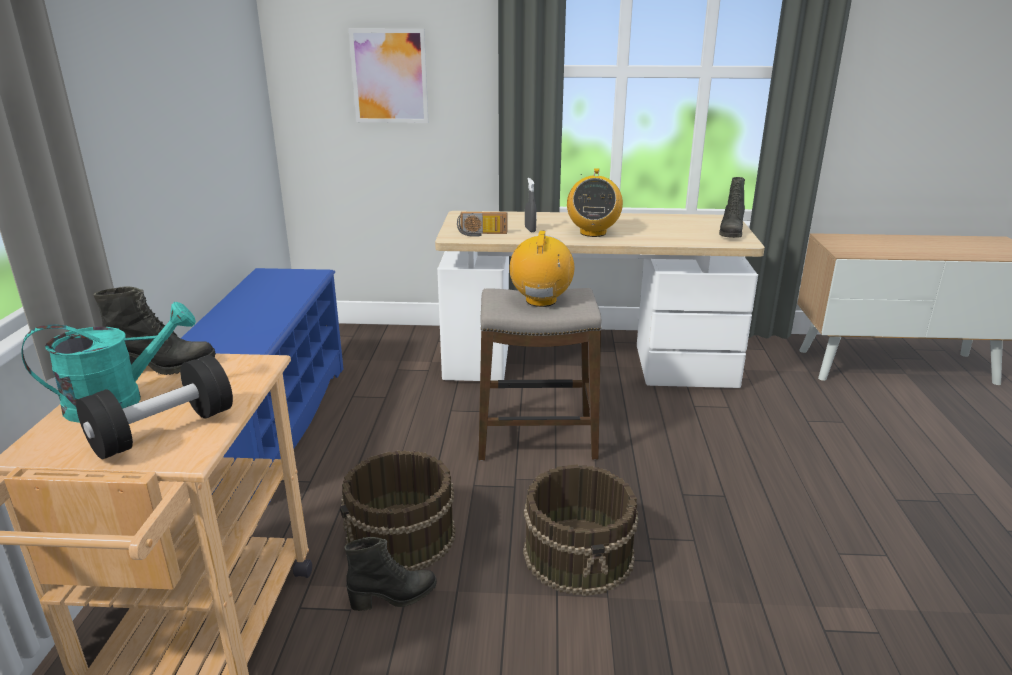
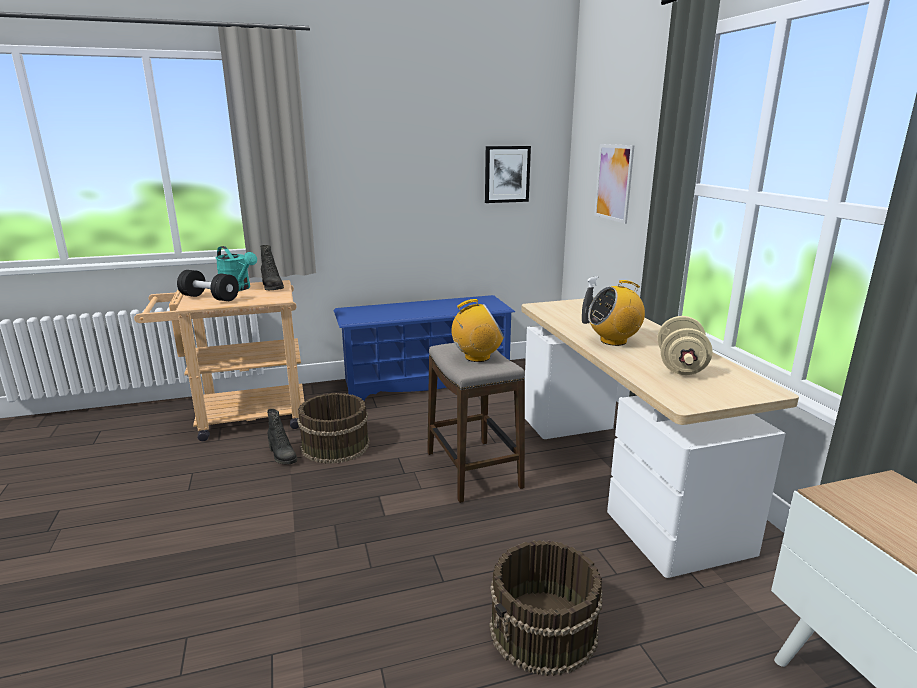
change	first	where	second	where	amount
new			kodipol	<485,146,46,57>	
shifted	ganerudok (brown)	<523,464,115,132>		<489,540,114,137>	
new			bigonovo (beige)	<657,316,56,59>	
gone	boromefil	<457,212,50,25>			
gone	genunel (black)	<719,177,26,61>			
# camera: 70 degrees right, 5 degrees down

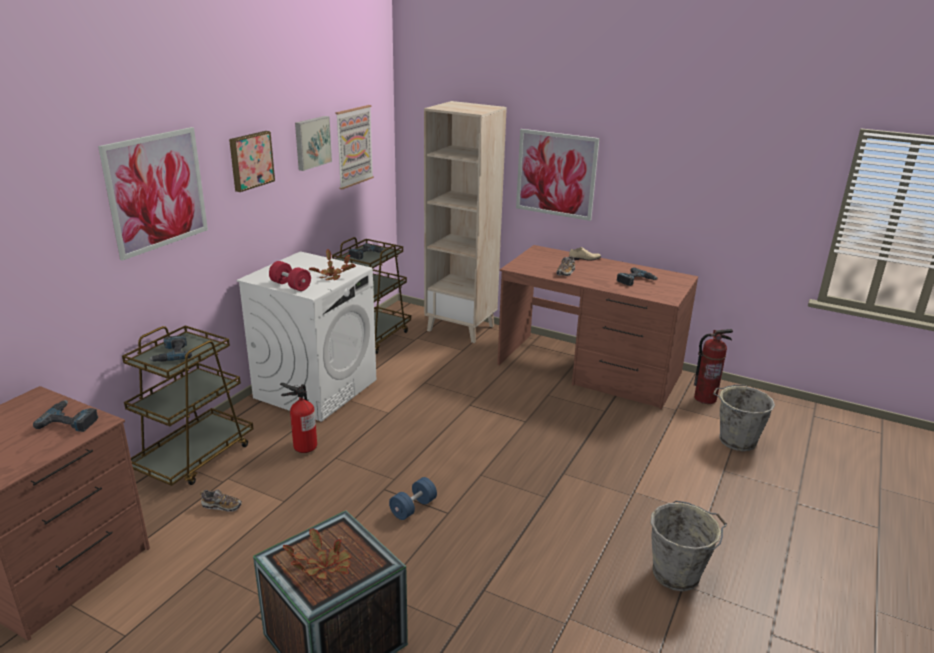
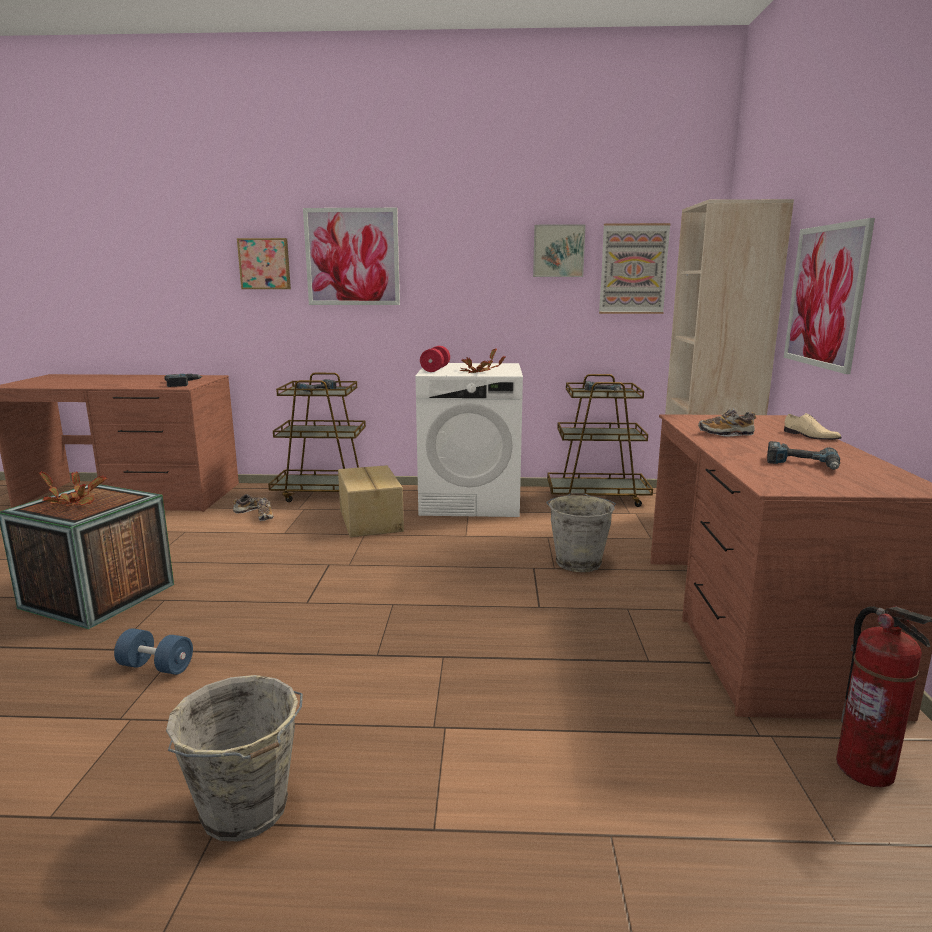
change	first	where	second	where	amount
shifted	bigonovo (blue)	<389,477,48,43>		<114,628,79,47>	
new			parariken	<233,494,32,20>	
shifted	kodipol	<229,131,46,61>		<237,238,54,51>	
swapped	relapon	<280,383,37,70>	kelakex	<338,465,66,72>	
shifted	ganerudok (grey)	<713,385,62,66>		<546,493,70,79>	
# camera: 65 degrees right, 10 degrees down

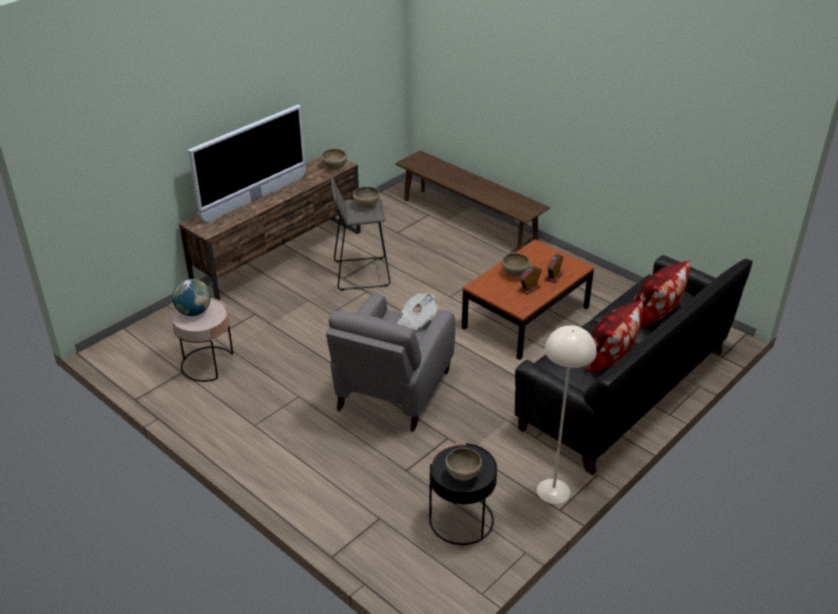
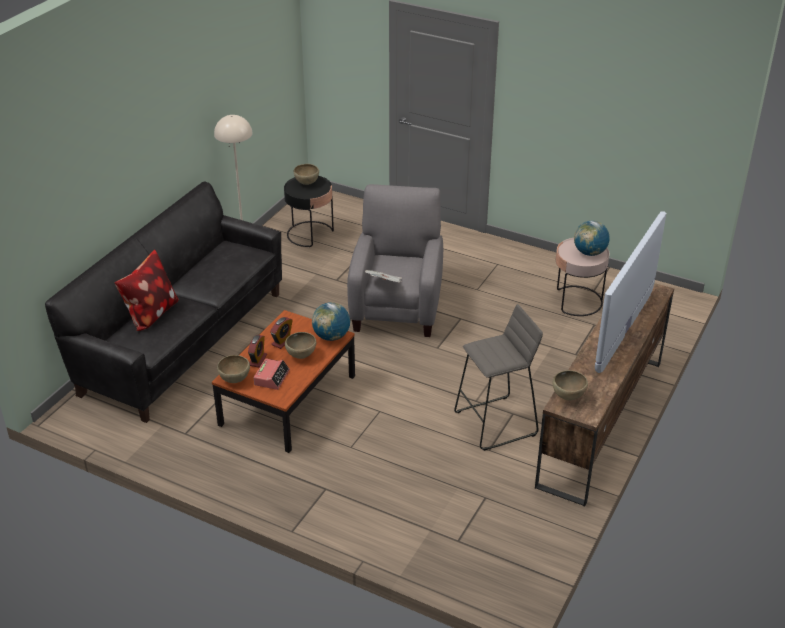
change	first	where	second	where	amount
shifted	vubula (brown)	<353,187,27,21>		<217,355,33,28>	
new			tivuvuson	<254,358,36,32>	
new			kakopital	<312,302,38,39>	
gone	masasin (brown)	<395,150,155,101>			
gone	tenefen	<584,301,59,71>			
# camera: 165 degrees right, 0 degrees up

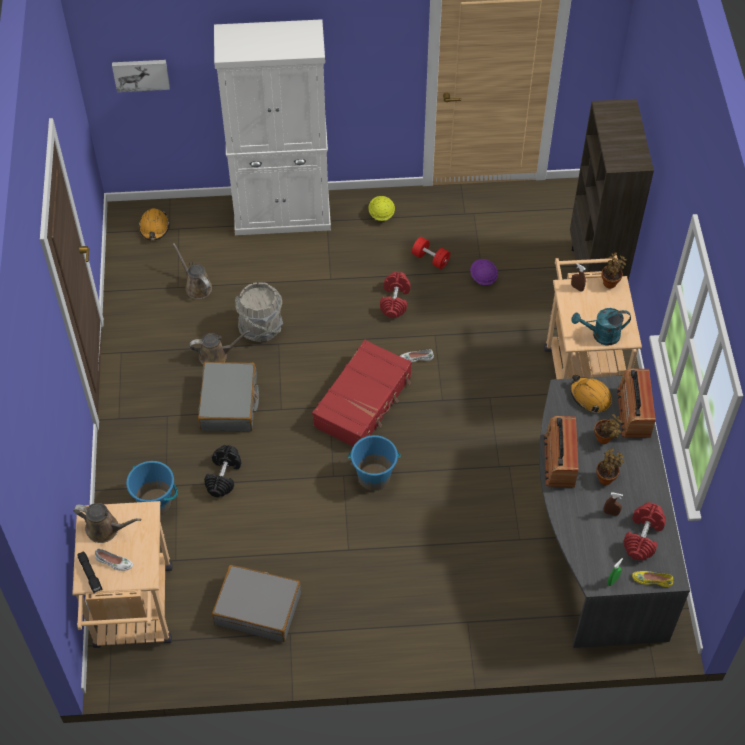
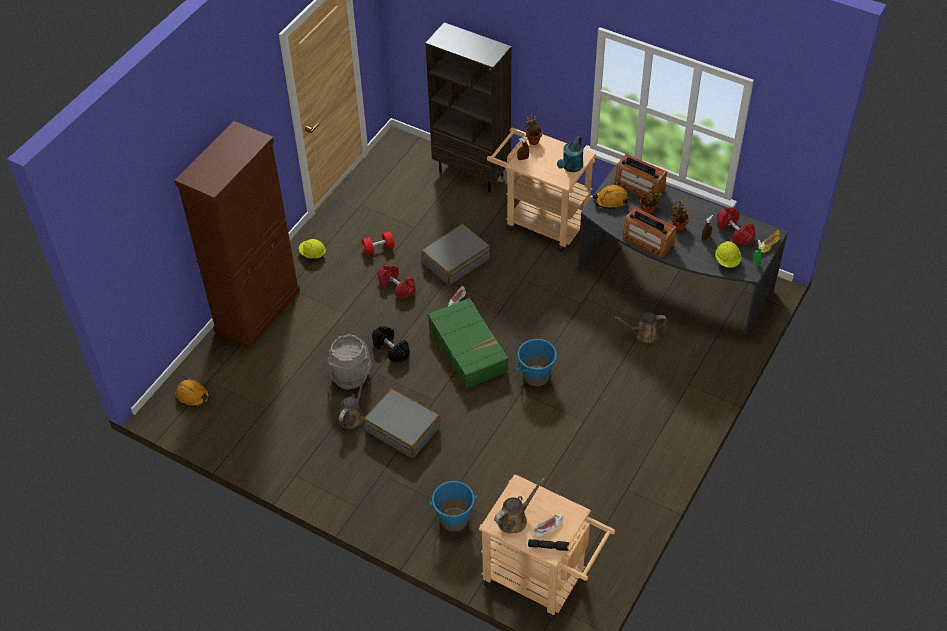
change	first	where	second	where	amount
repainted	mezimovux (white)	<214,19,117,216>	mezimovux (brown)	<174,121,126,228>	
shifted	bigonovo (black)	<204,445,37,52>		<372,326,38,37>	
shifted	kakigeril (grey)	<212,565,89,77>		<421,224,69,62>	
repainted	kakigeril (red)	<312,340,100,106>	kakigeril (green)	<428,298,81,91>	
shifted	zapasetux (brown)	<173,243,39,56>		<615,312,52,31>	
new			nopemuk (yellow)	<715,241,26,27>	
gone	kodipol	<112,60,58,32>			
gone	nopemuk (purple)	<470,259,28,26>			
# camera: 55 degrees left, 5 degrees down

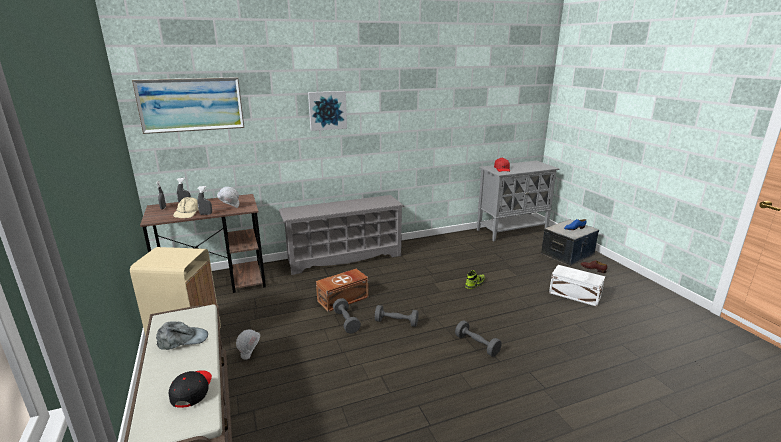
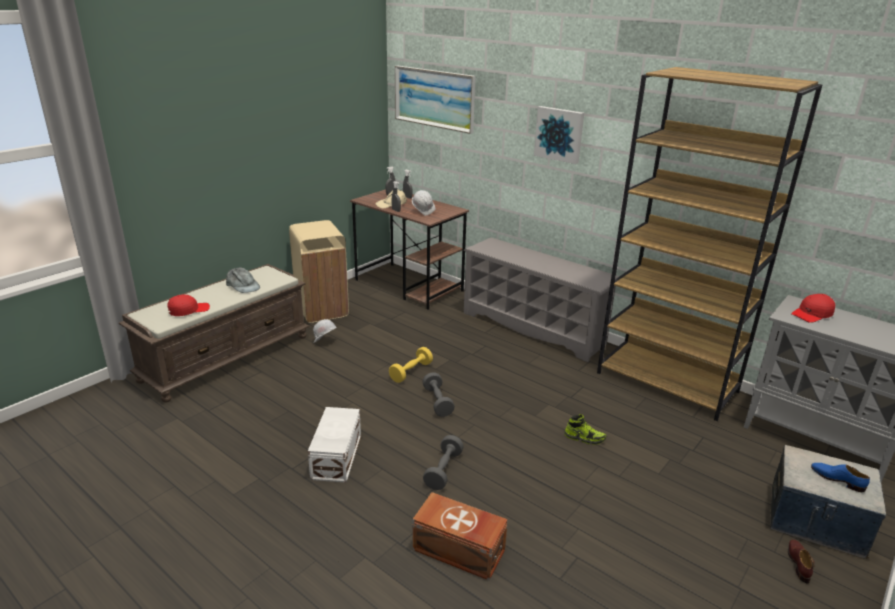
change	first	where	second	where	amount
repainted	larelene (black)	<169,370,43,38>	larelene (red)	<167,294,43,22>	
shifted	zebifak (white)	<549,265,56,42>		<308,407,53,76>	
repainted	bigonovo (grey)	<333,298,28,36>	bigonovo (yellow)	<389,347,44,36>	
shifted	zebifak (brown)	<316,269,53,43>		<413,492,95,89>	
new			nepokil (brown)	<597,67,225,354>	
# camera: 60 degrees right, 5 degrees up

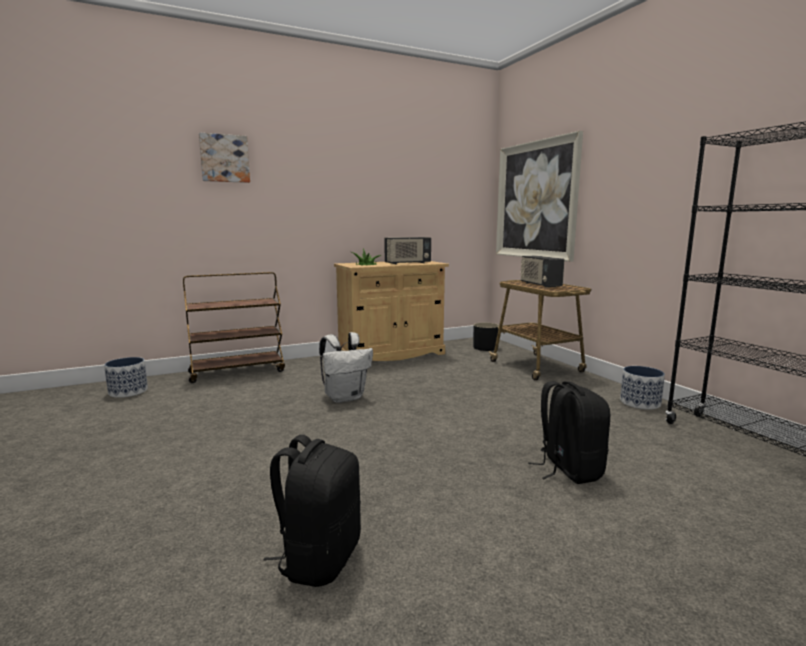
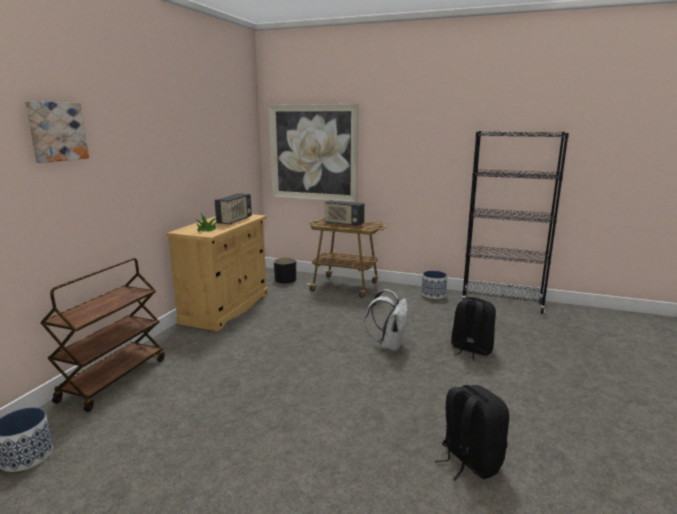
change	first	where	second	where	amount
shifted	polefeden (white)	<319,332,54,71>		<364,289,44,63>	
# camera: 45 degrees left, 5 degrees up

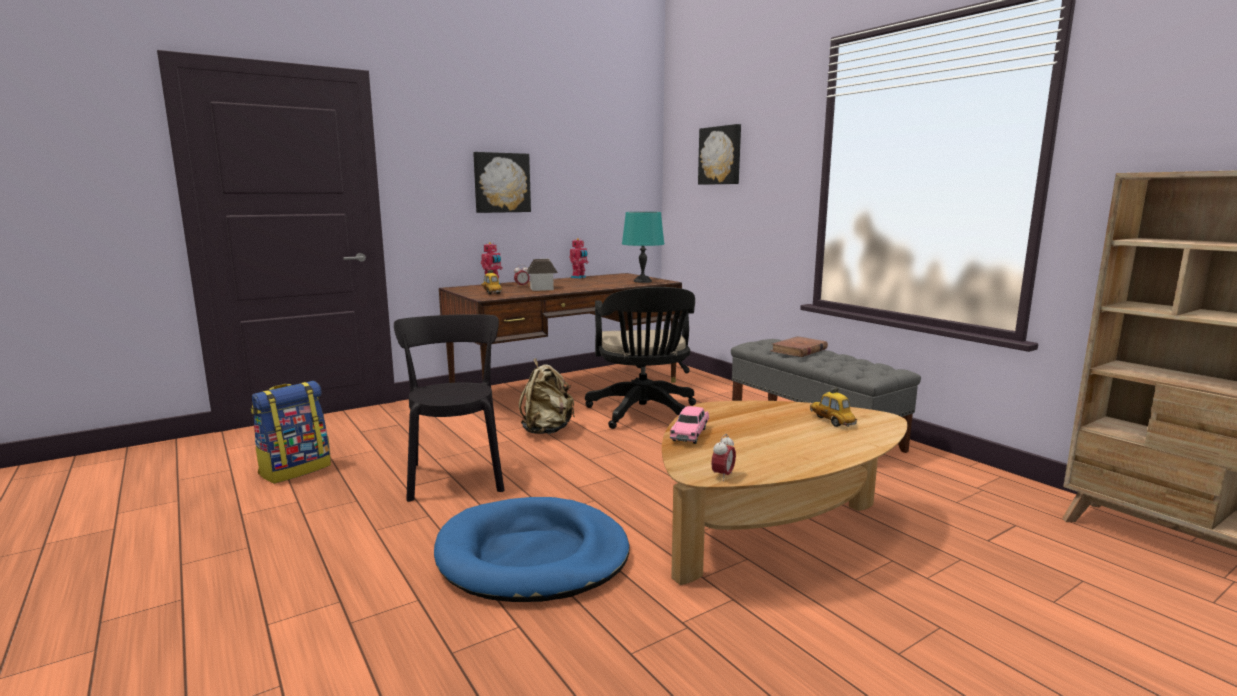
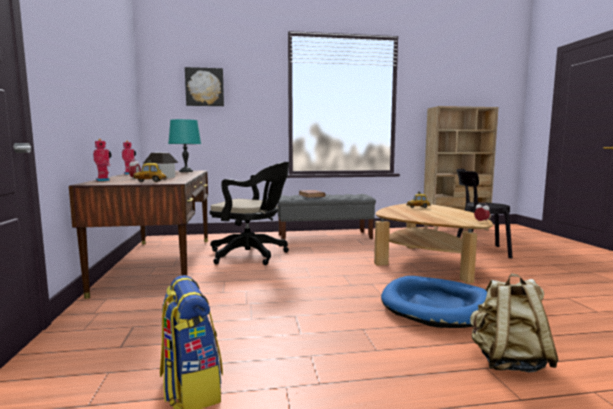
change	first	where	second	where	amount
shifted	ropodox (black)	<394,314,110,188>		<456,169,57,90>	
shifted	polefeden (beige)	<519,358,56,76>		<470,273,89,99>	
gone	kodipol	<473,152,58,61>			
gone	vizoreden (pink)	<670,406,39,38>			
# camera: 65 degrees left, 5 degrees down

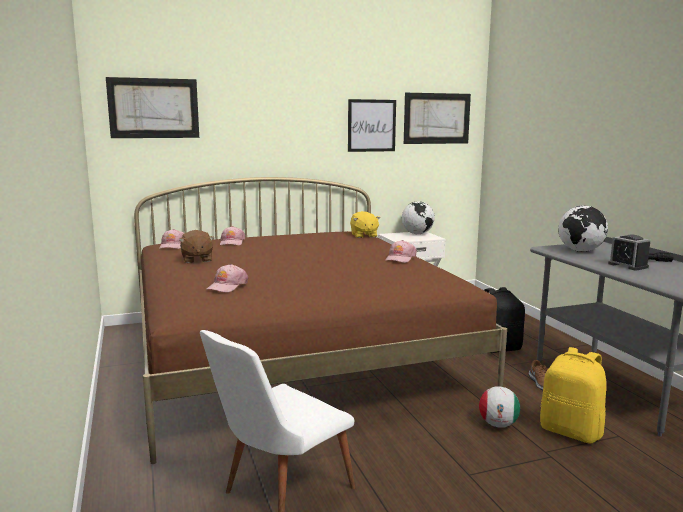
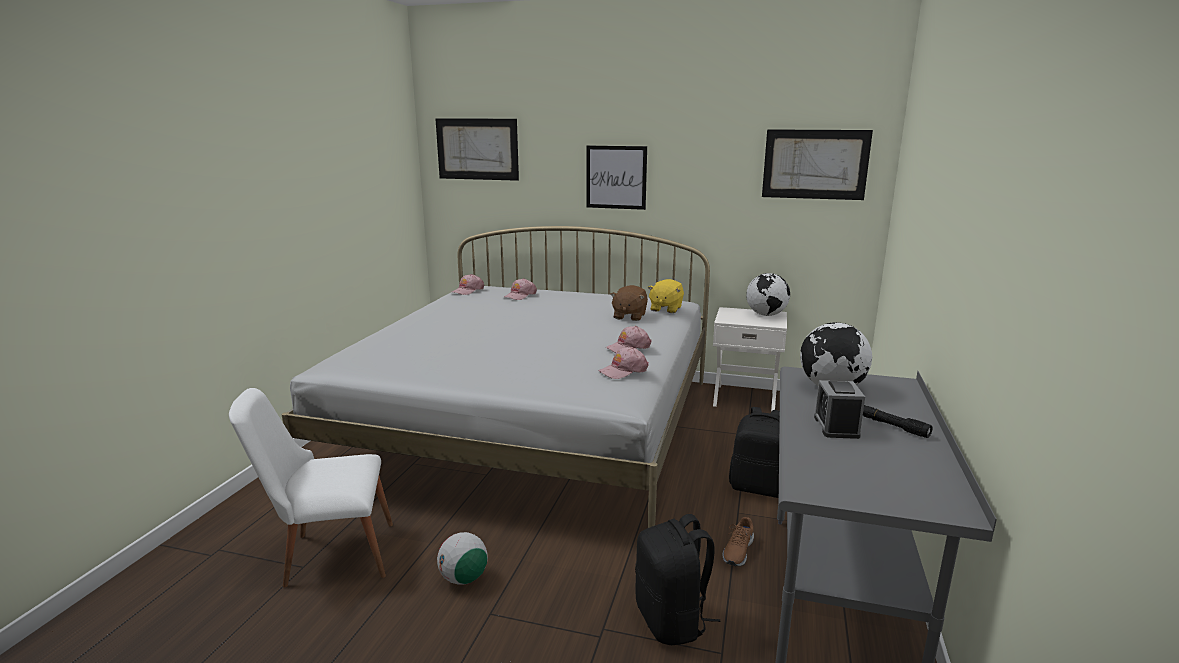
change	first	where	second	where	amount
repainted	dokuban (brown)	<134,177,373,287>	dokuban (white)	<282,226,428,302>	
shifted	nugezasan	<479,386,41,42>		<437,532,51,53>	
shifted	kodipol	<348,99,48,53>		<587,146,60,64>	
shifted	larelene (pink)	<206,264,42,29>		<598,347,51,32>	
shifted	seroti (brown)	<179,230,35,33>		<610,285,38,36>	
repainted	polefeden (yellow)	<540,347,66,96>	polefeden (black)	<635,514,86,131>	
# camera: 35 degrees right, 5 degrees up

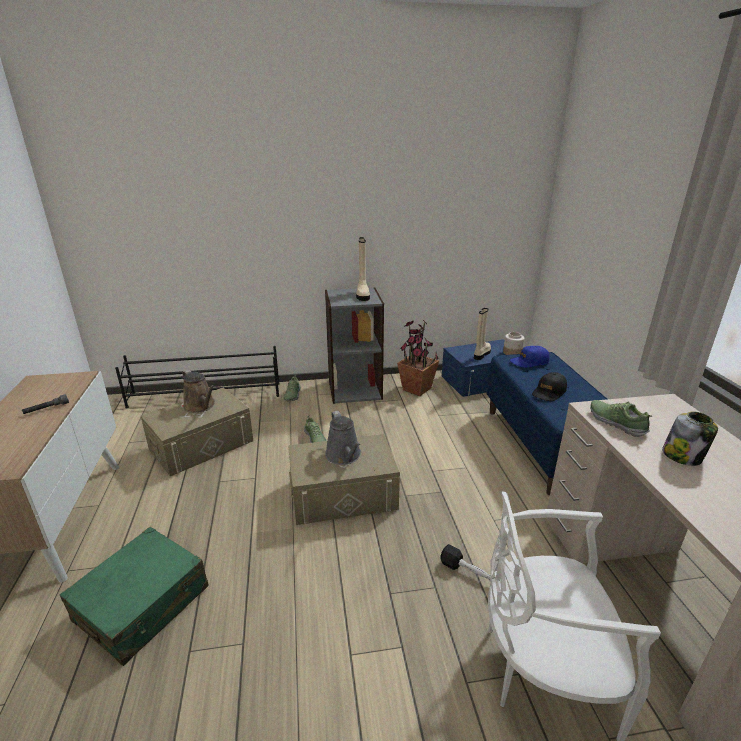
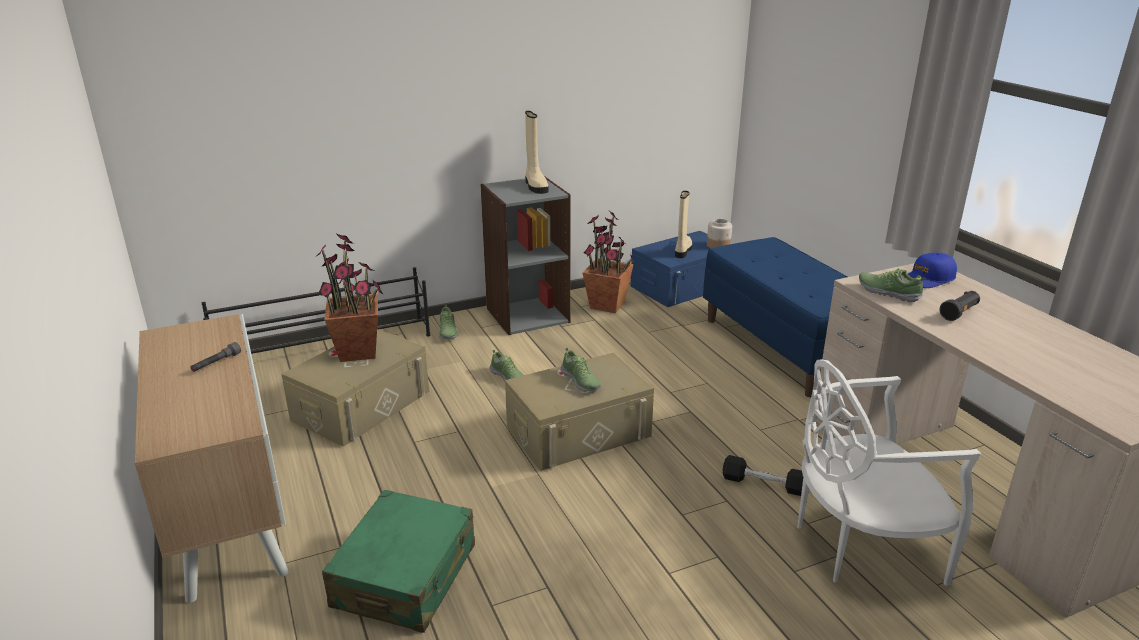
change	first	where	second	where	amount
swapped	zapasetux (brown)	<182,370,33,43>	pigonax	<315,234,69,128>	
swapped	zapasetux (grey)	<325,411,36,54>	parariken	<560,348,41,43>	
shifted	larelene (blue)	<510,346,40,22>		<908,252,49,36>	
swapped	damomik	<662,411,56,55>	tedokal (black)	<939,291,41,30>	
gone	larelene (black)	<532,372,35,29>			
# camera: 15 degrees left, 0 degrees up

